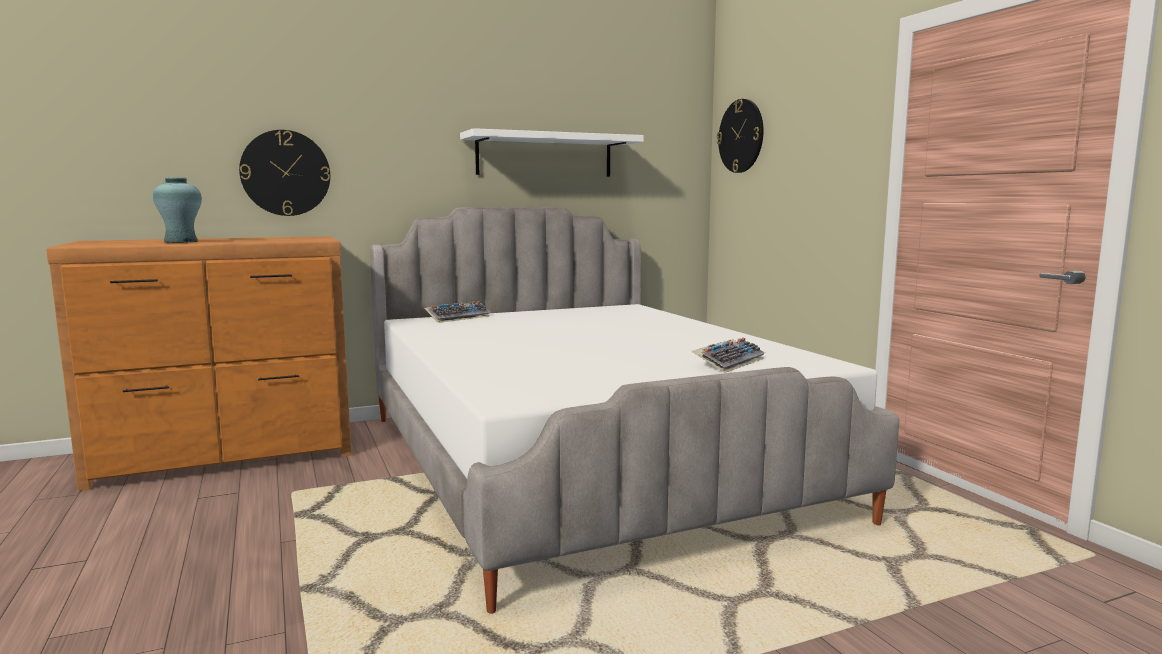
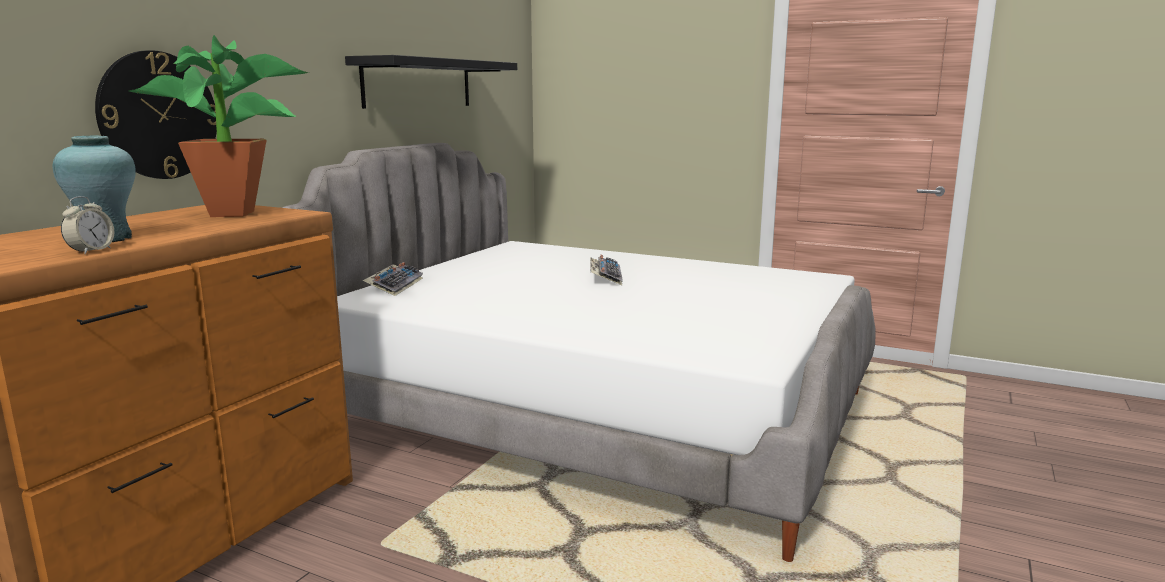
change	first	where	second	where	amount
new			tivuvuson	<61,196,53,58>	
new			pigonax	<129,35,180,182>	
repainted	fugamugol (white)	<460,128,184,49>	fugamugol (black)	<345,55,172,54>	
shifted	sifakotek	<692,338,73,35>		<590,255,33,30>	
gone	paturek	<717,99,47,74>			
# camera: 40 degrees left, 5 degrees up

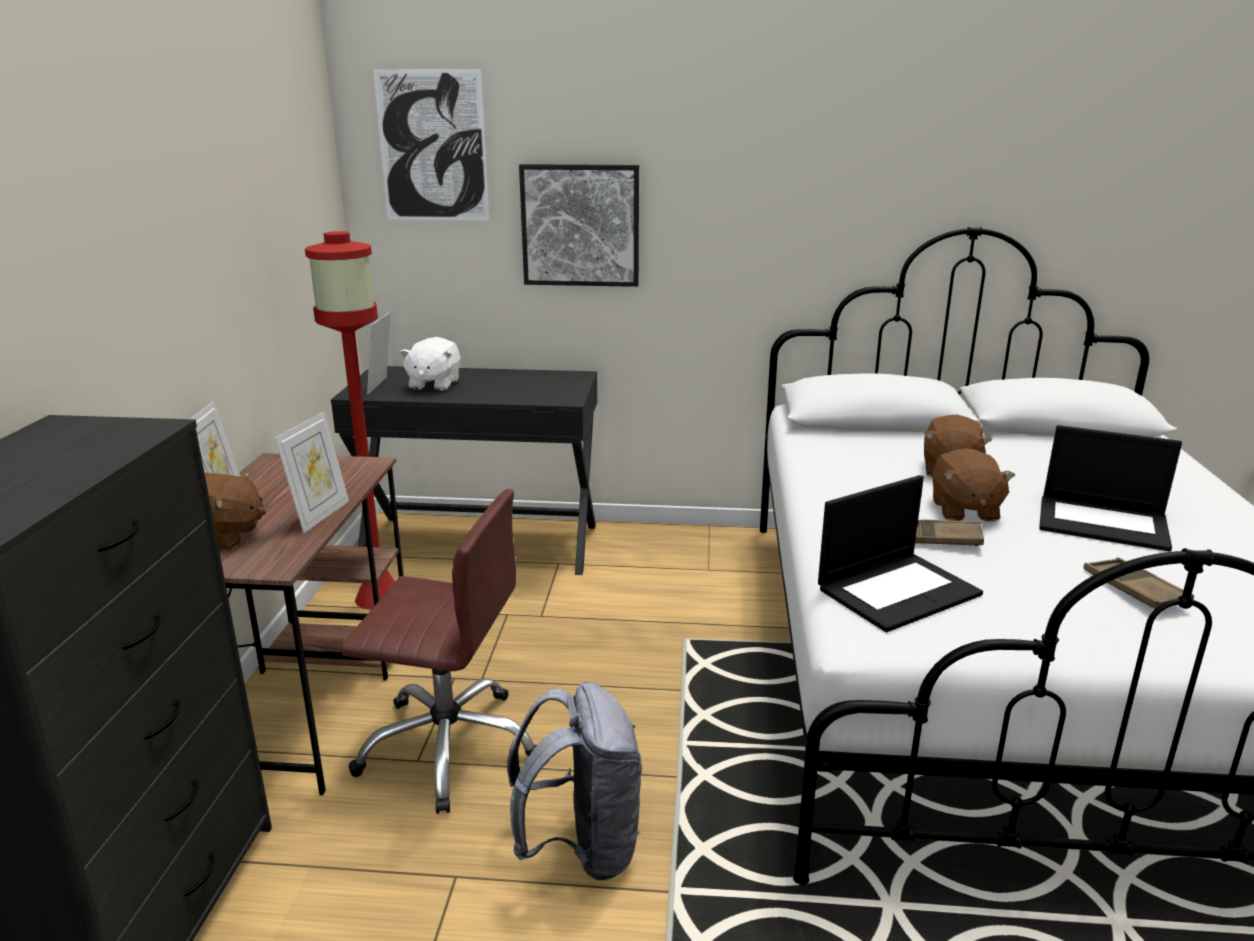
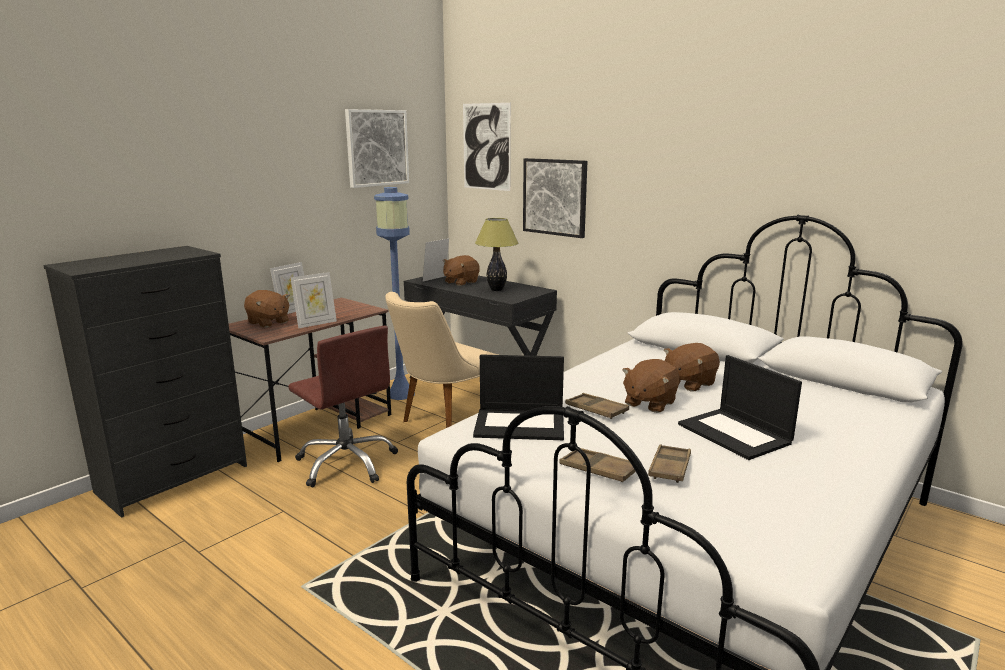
change	first	where	second	where	amount
new			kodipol	<345,109,64,79>	
repainted	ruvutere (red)	<305,231,90,379>	ruvutere (blue)	<374,187,41,213>	
new			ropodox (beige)	<385,292,113,136>	
repainted	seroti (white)	<400,337,60,54>	seroti (brown)	<443,255,37,31>	
new			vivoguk	<475,218,43,73>	
new			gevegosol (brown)	<559,448,77,34>	
gone	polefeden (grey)	<507,682,135,198>			
# camera: 35 degrees right, 5 degrees down

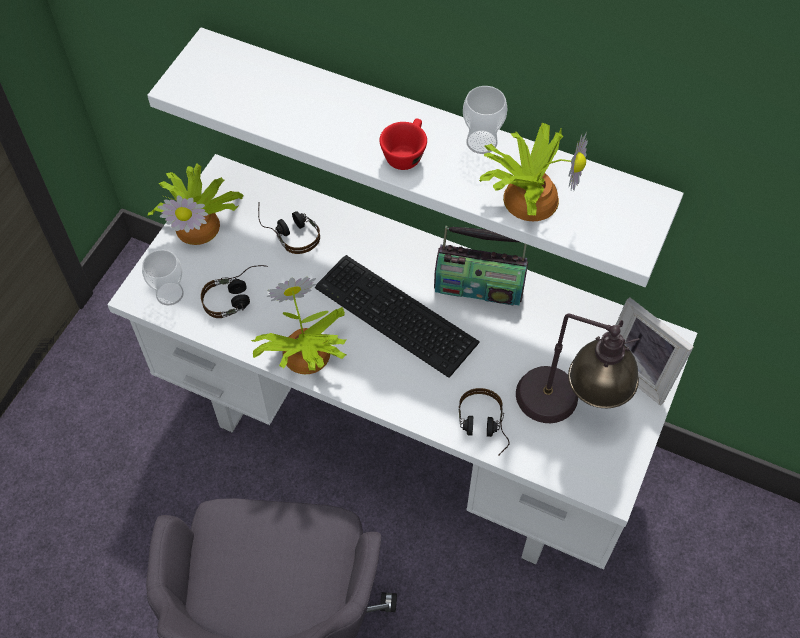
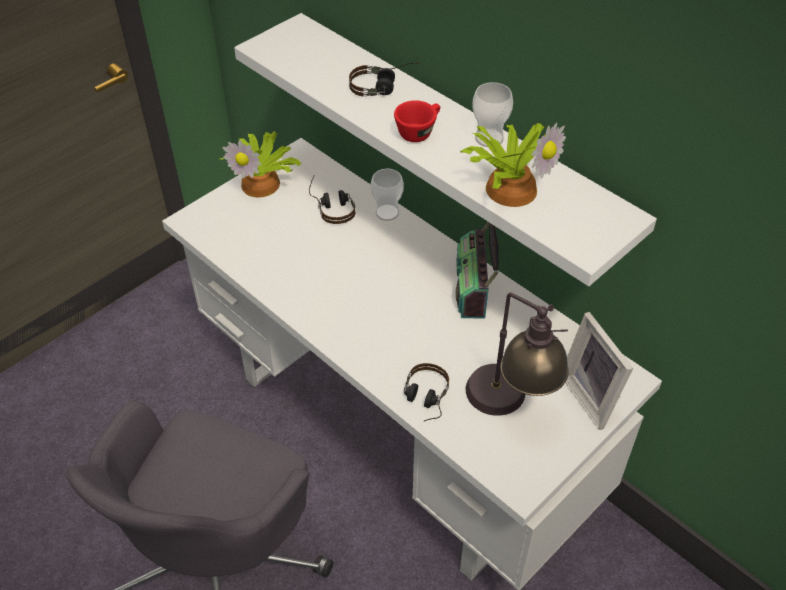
change	first	where	second	where	amount
shifted	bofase	<201,265,67,53>		<349,62,71,34>	
shifted	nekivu	<142,250,42,56>		<371,169,33,52>	
rotated	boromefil	<434,226,94,79>		<456,222,43,96>	60 degrees clockwise
gone	pigonax	<251,277,96,97>			
gone	sifakotek	<315,255,165,123>			
# camera: 20 degrees right, 10 degrees down

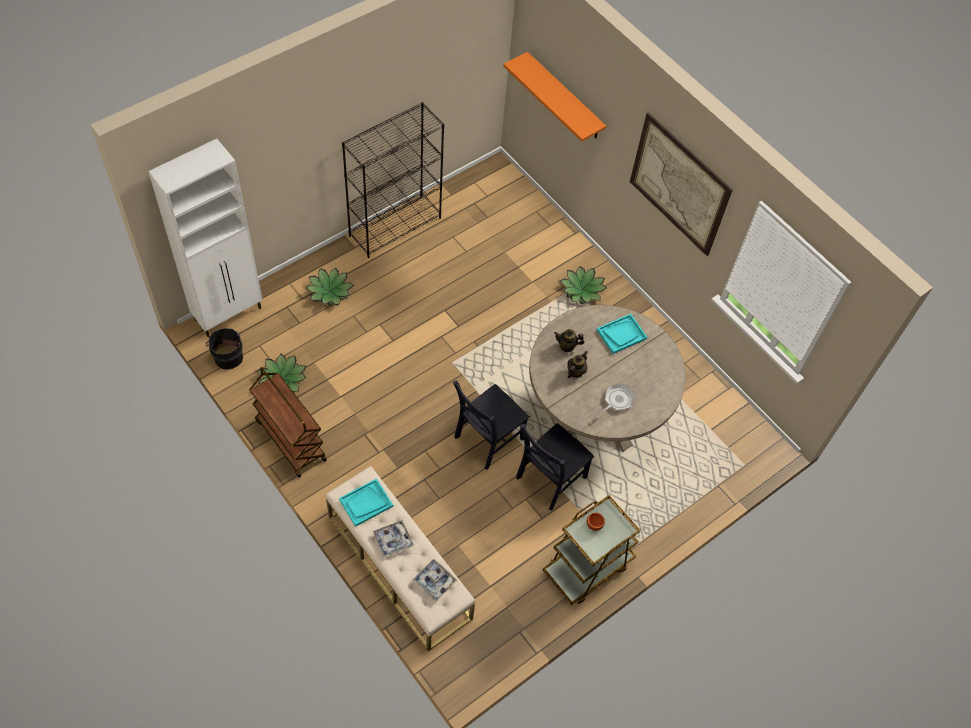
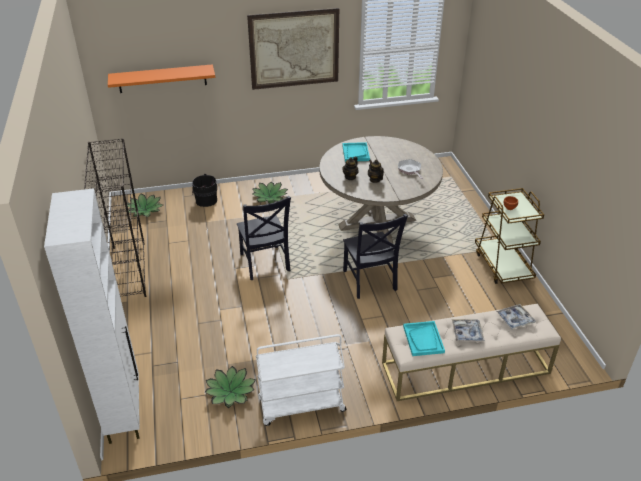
change	first	where	second	where	amount
shifted	pigonax	<306,268,48,38>		<127,194,36,23>	
shifted	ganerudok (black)	<206,328,37,42>		<192,174,25,33>	
shifted	ropodox (black)	<516,423,78,88>		<237,196,54,84>	
repainted	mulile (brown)	<249,367,78,111>	mulile (white)	<256,334,90,92>	
# camera: 60 degrees left, 20 degrees down

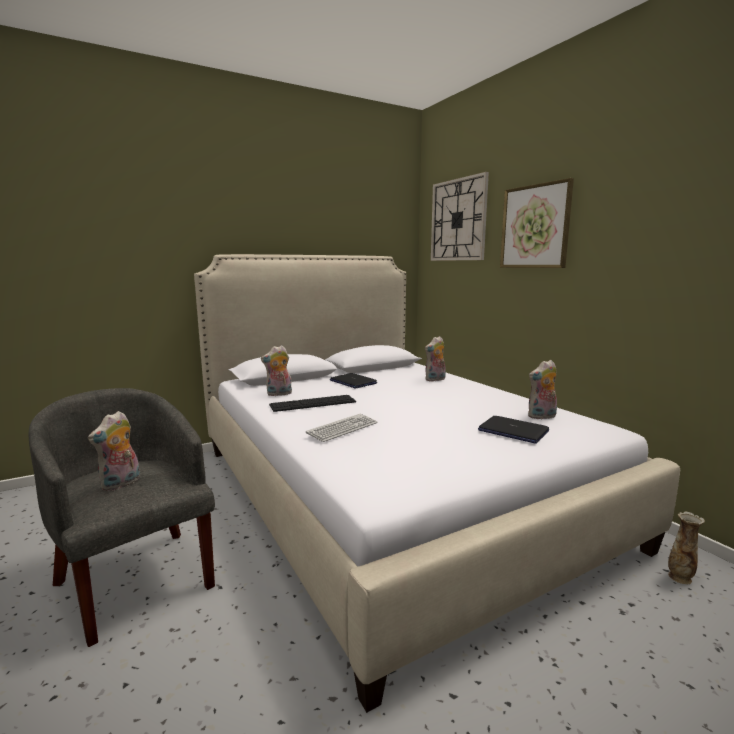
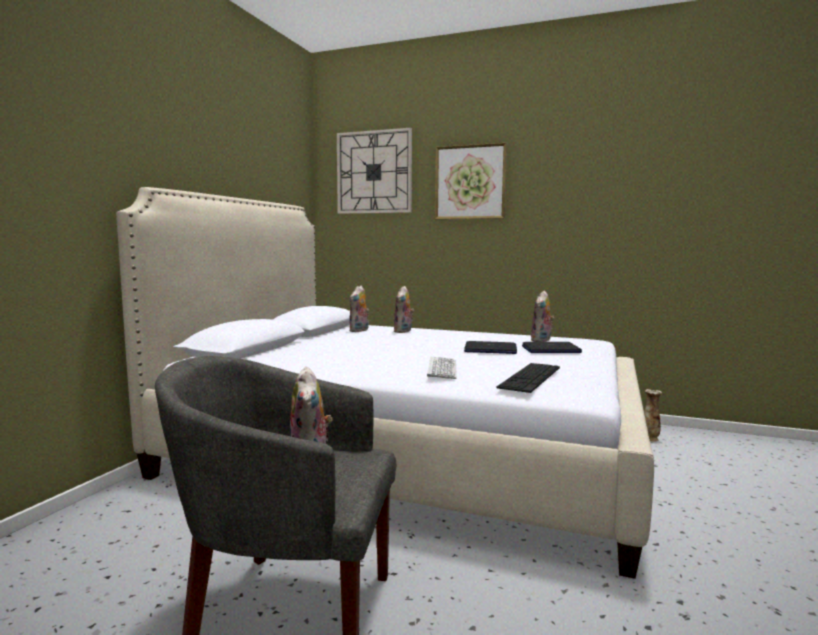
change	first	where	second	where	amount
shifted	seroti	<261,345,31,51>		<349,286,20,46>	
shifted	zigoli	<330,373,47,16>		<464,341,53,13>	
shifted	sifakotek	<269,395,87,17>		<496,363,64,30>	
# camera: 40 degrees left, 5 degrees down

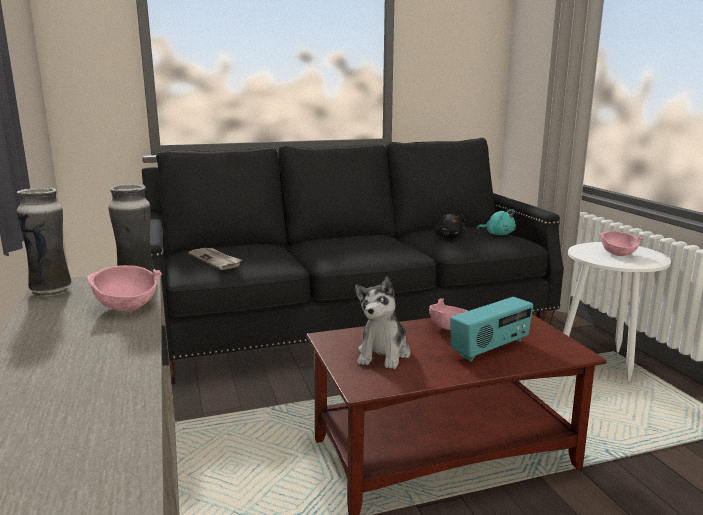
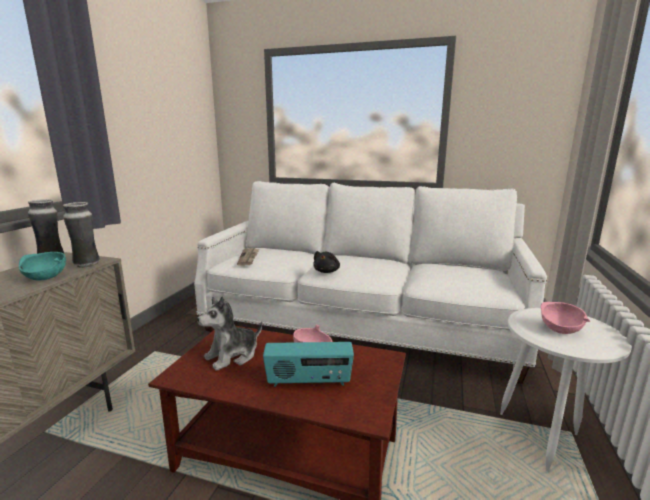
change	first	where	second	where	amount
repainted	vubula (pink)	<87,265,75,46>	vubula (turquoise)	<19,252,47,29>	
repainted	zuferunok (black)	<142,138,422,246>	zuferunok (white)	<194,181,353,203>	
shifted	seroti (black)	<434,214,31,25>		<313,251,27,22>	
gone	seroti (turquoise)	<477,209,39,26>			
# camera: 35 degrees right, 0 degrees up

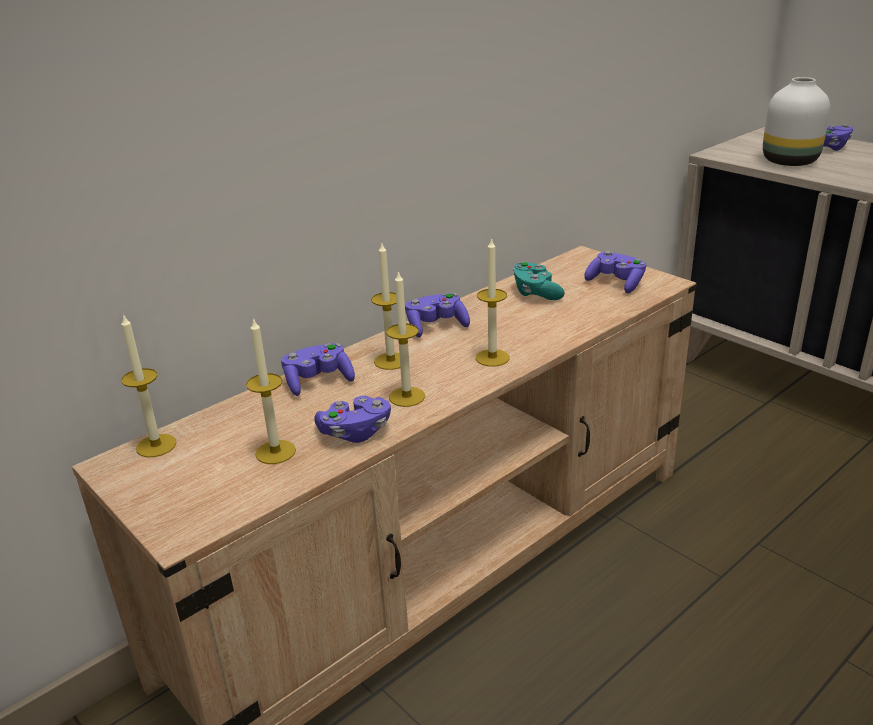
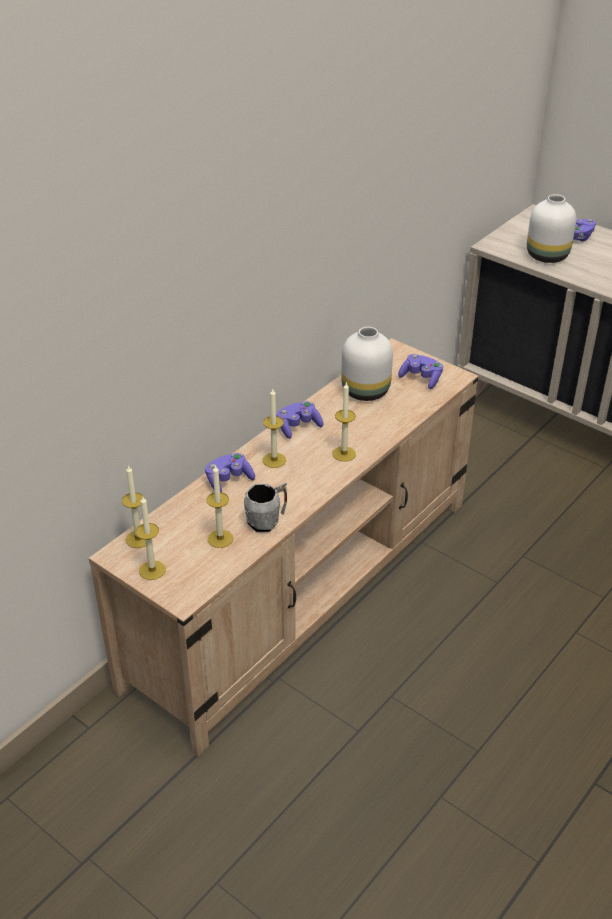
change	first	where	second	where	amount
shifted	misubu	<387,270,38,137>		<136,497,30,83>	
swapped	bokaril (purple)	<314,396,77,47>	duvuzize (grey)	<244,482,43,50>	
swapped	bokaril (turquoise)	<513,261,52,39>	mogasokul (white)	<341,327,52,74>	
# camera: 10 degrees left, 10 degrees up

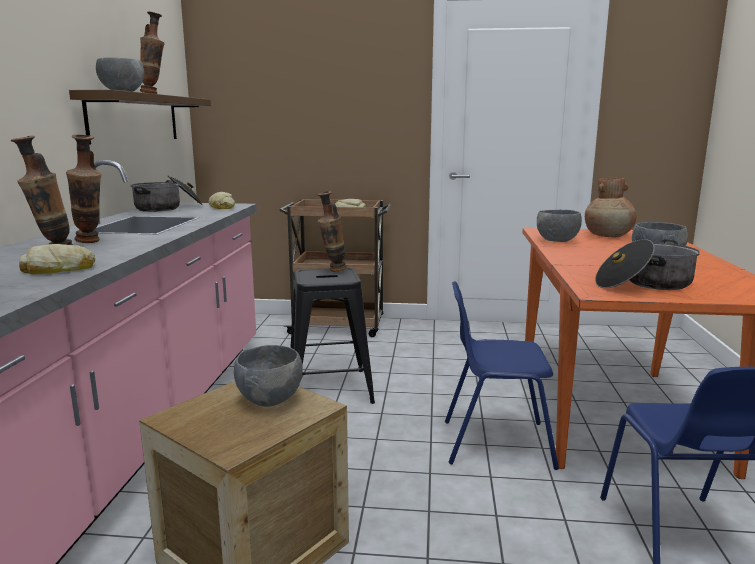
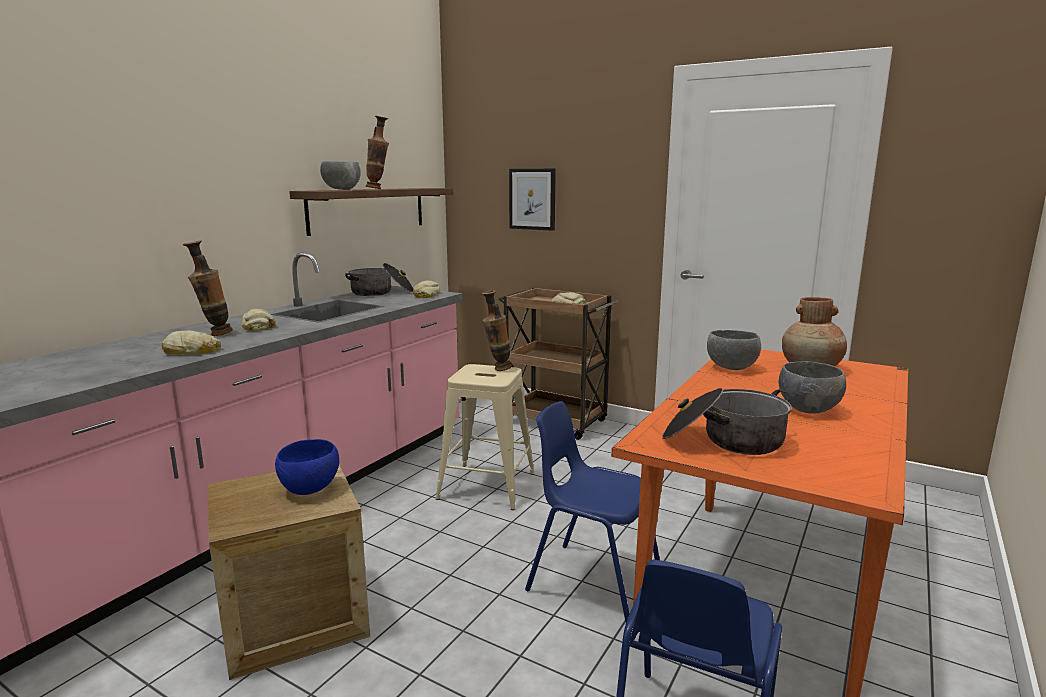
change	first	where	second	where	amount
swapped	mogasokul	<66,135,35,108>	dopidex	<241,309,34,22>	
repainted	vubula (grey)	<234,345,69,62>	vubula (blue)	<275,439,64,56>	
repainted	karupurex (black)	<290,268,85,136>	karupurex (beige)	<436,364,99,146>	
new			kodipol	<509,169,47,62>	
# camera: 25 degrees right, 0 degrees up

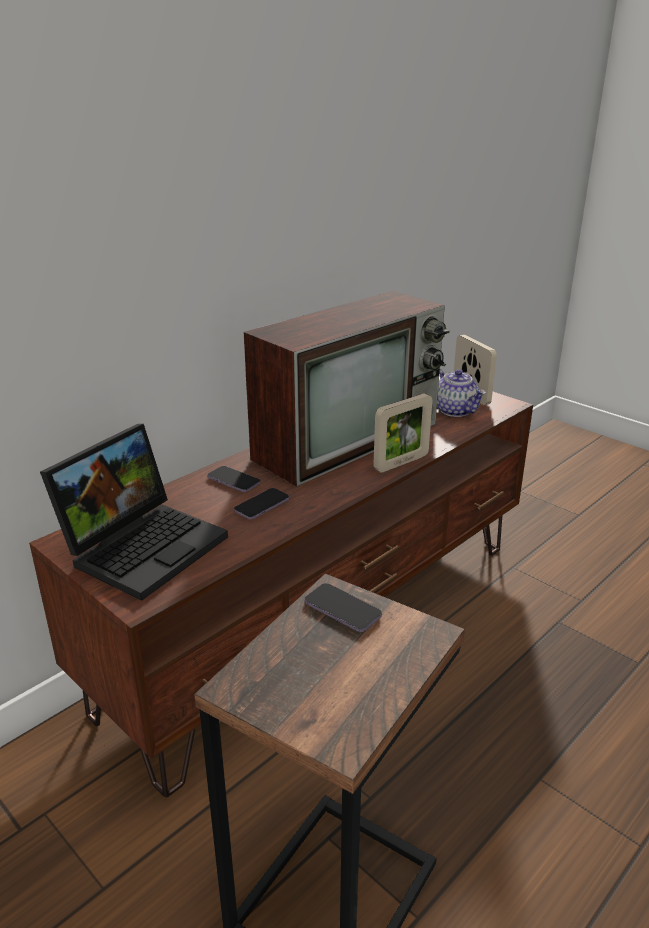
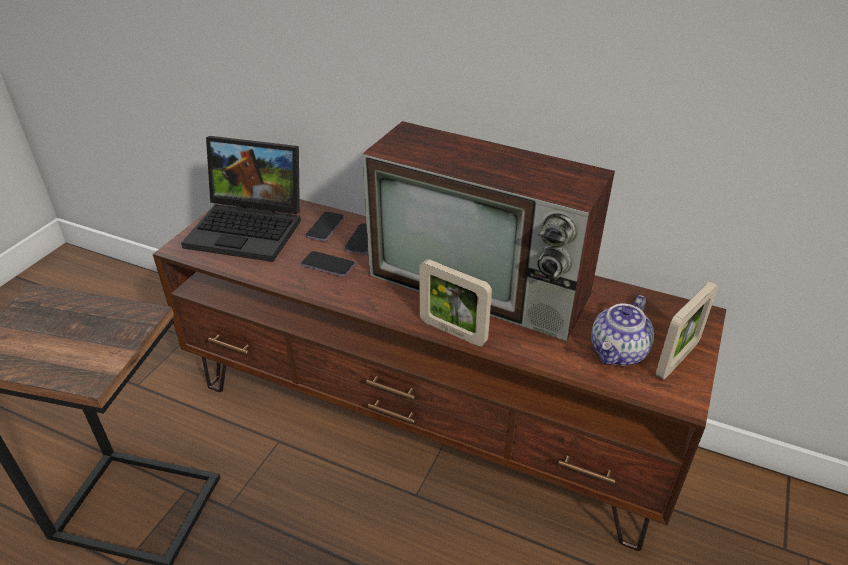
change	first	where	second	where	amount
shifted	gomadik	<304,583,78,49>		<306,212,38,29>	
# camera: 70 degrees right, 10 degrees up

